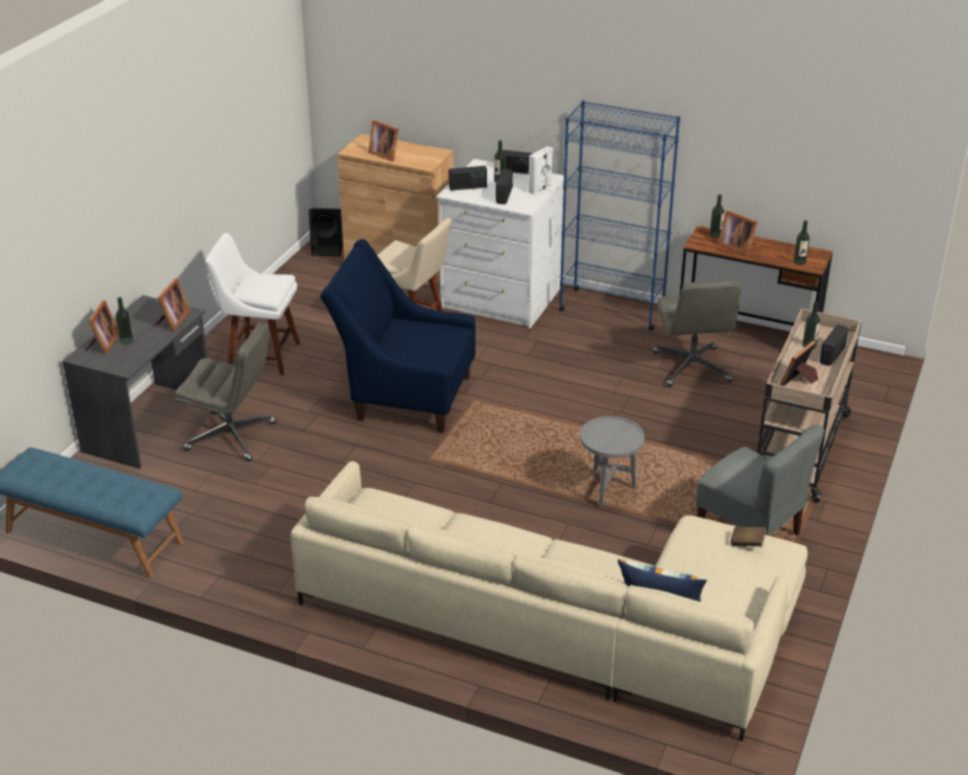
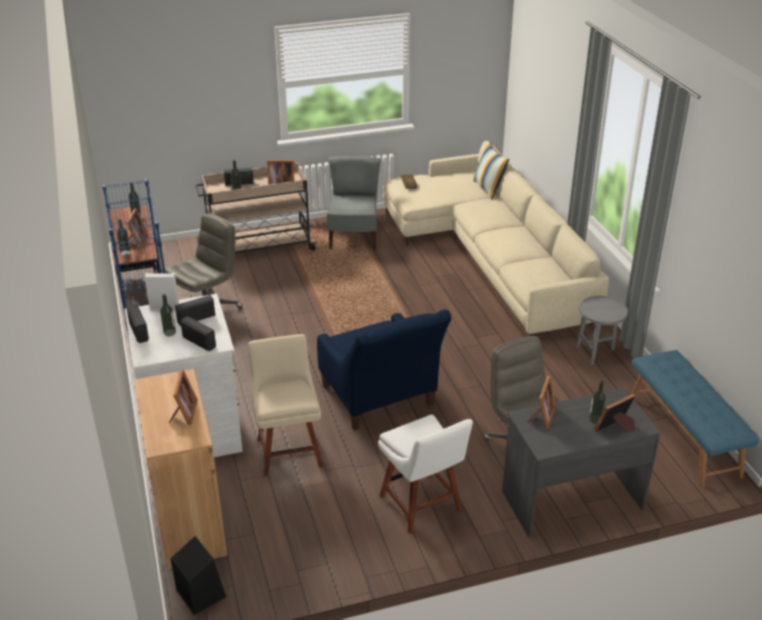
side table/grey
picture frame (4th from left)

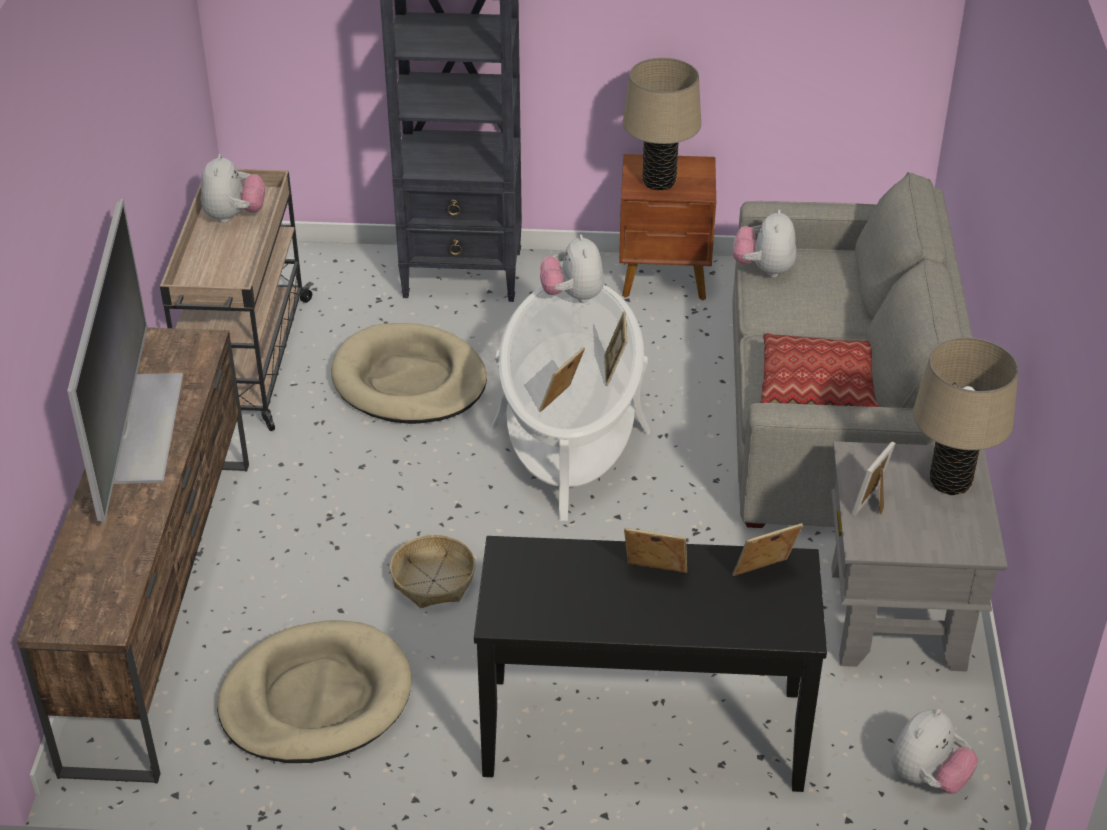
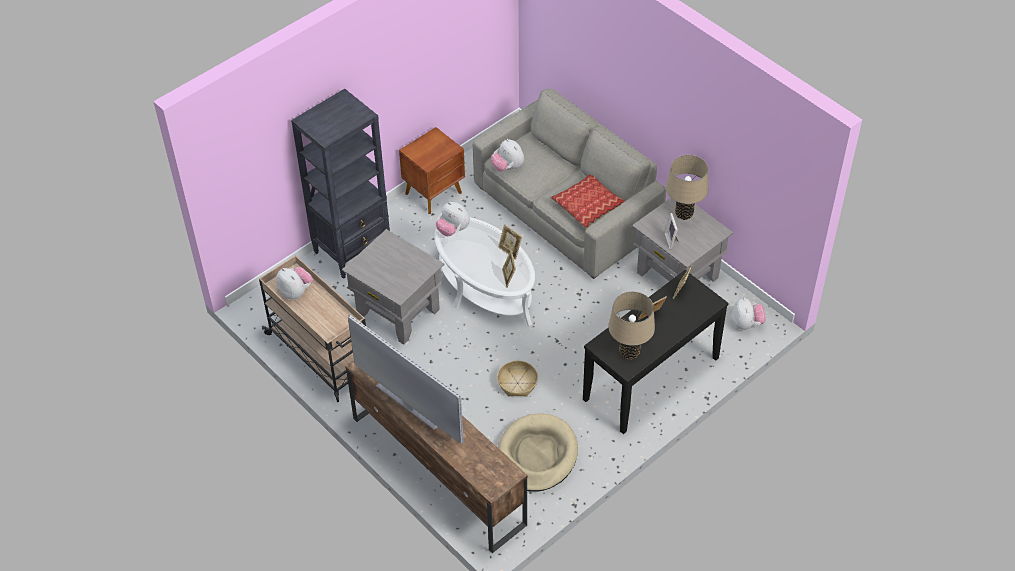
table lamp/beige (1st from left)
side table/grey (1st from left)

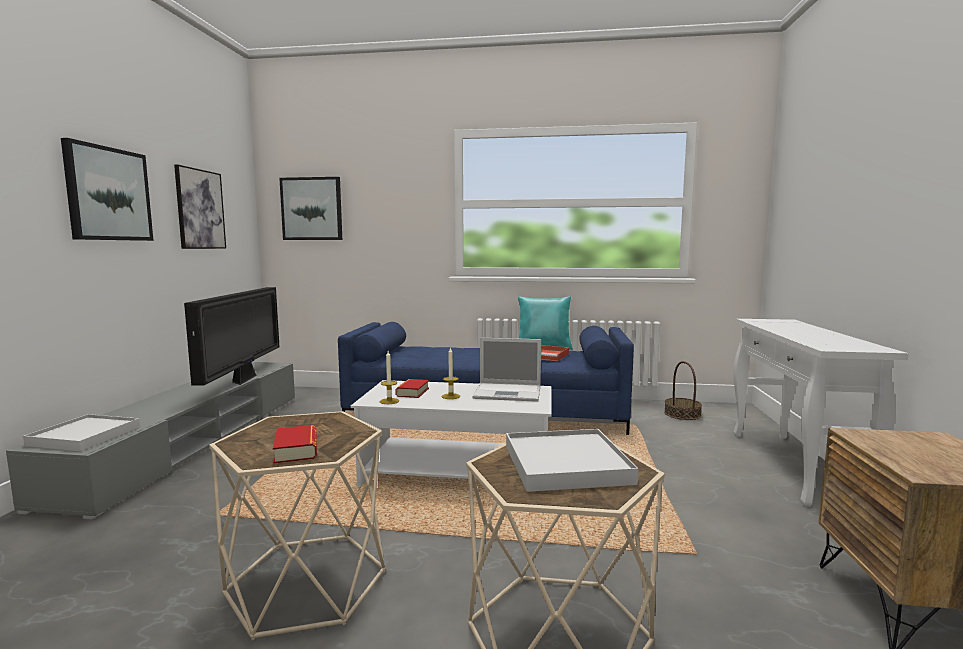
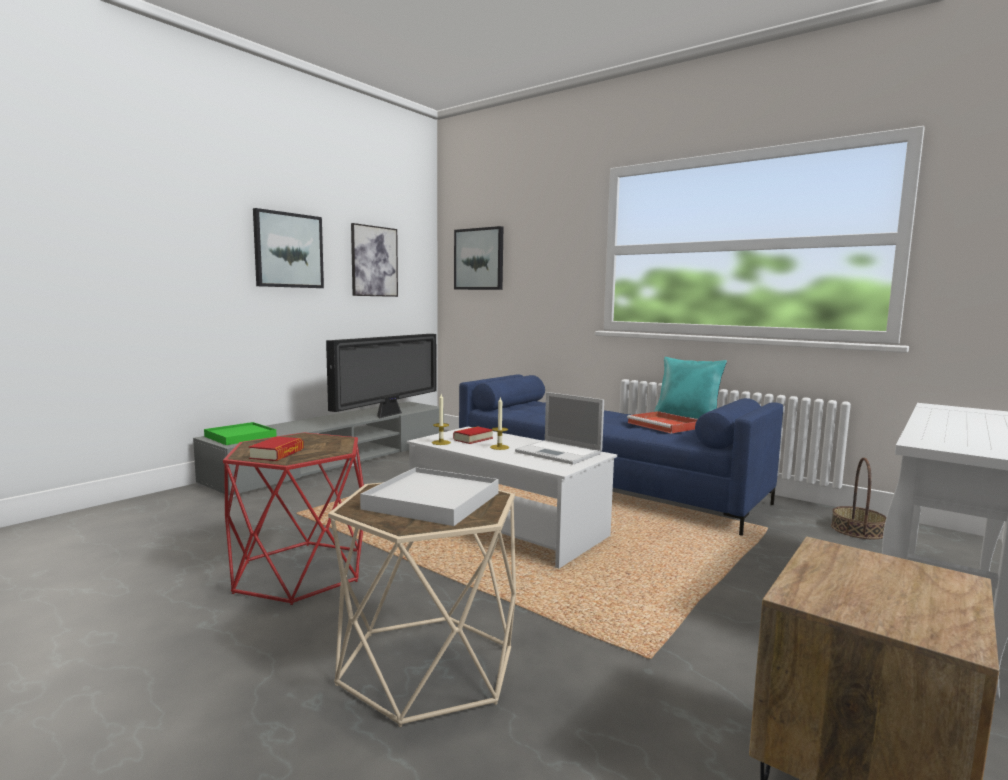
tray/green
side table/red

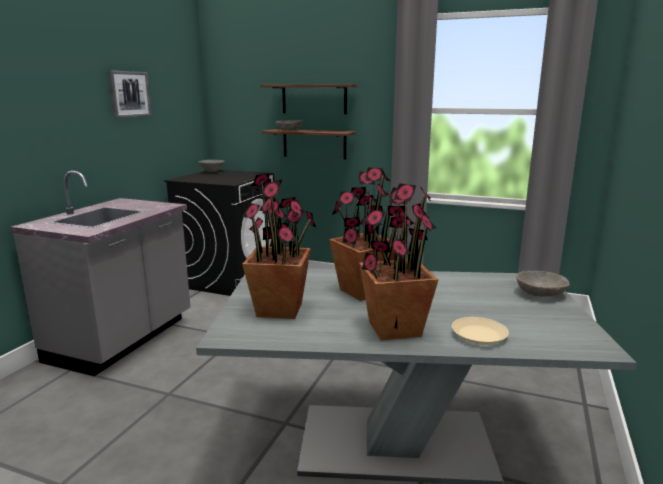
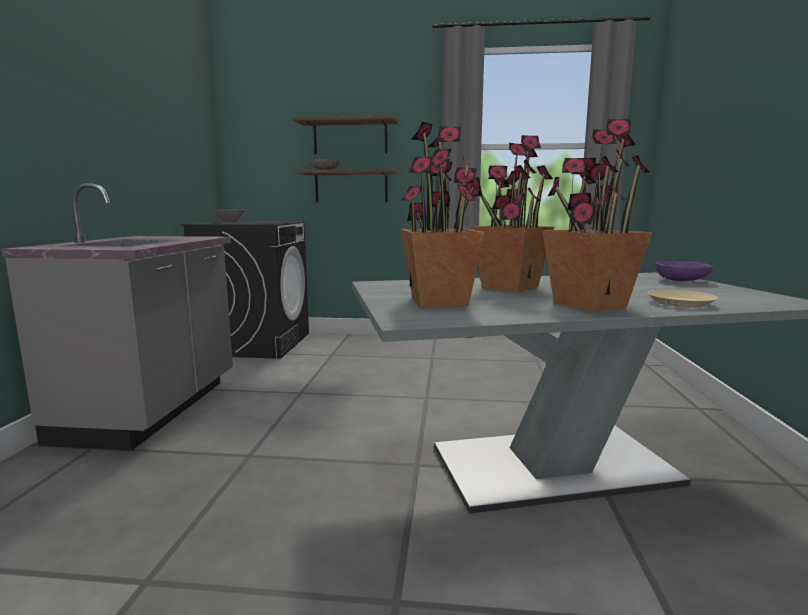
picture
bowl/purple

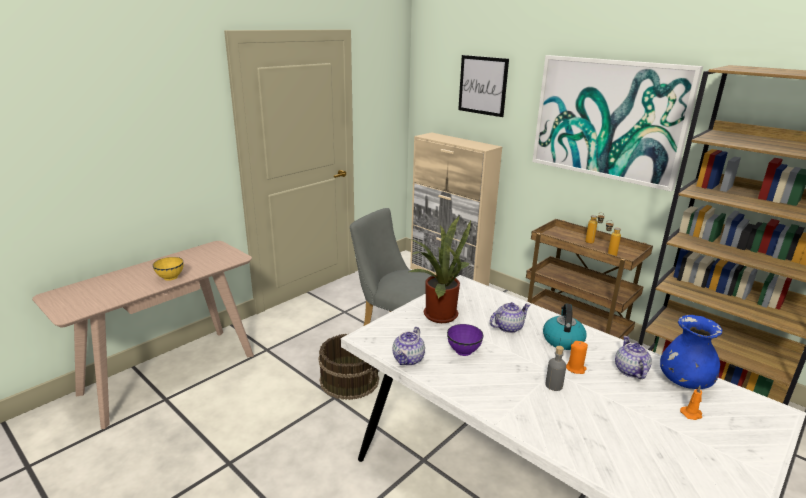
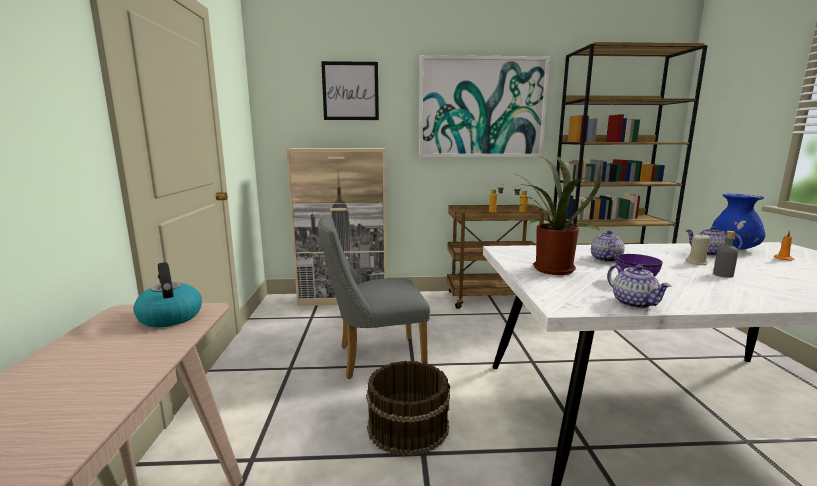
bowl/yellow
kettle
candle/beige

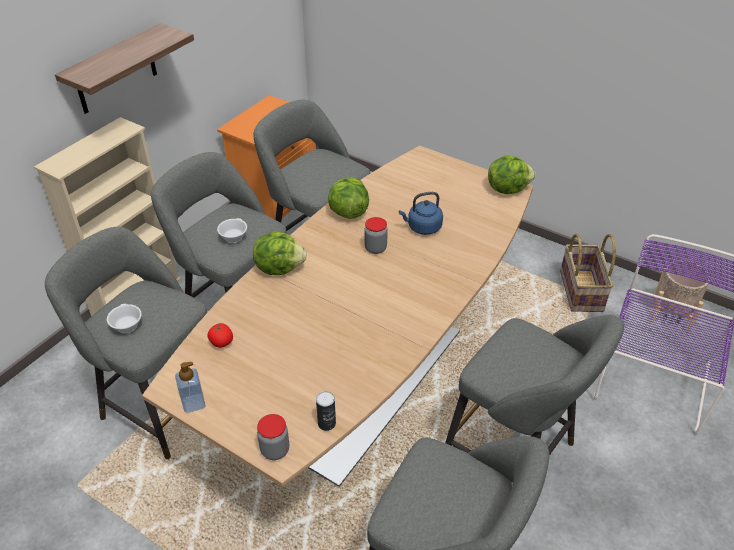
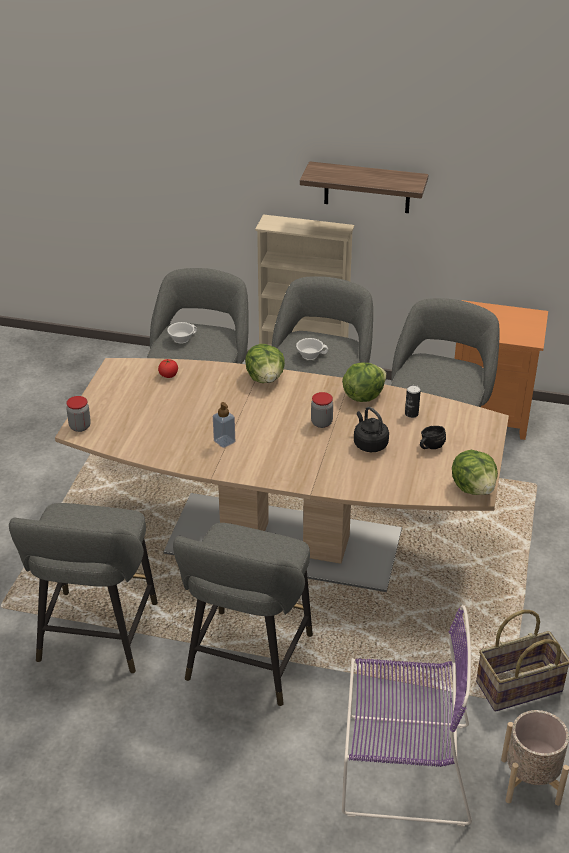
mug/black
soap dispenser
can
kettle/black

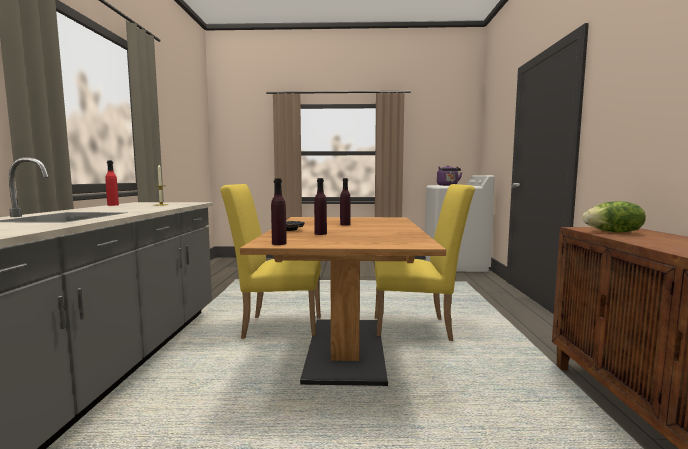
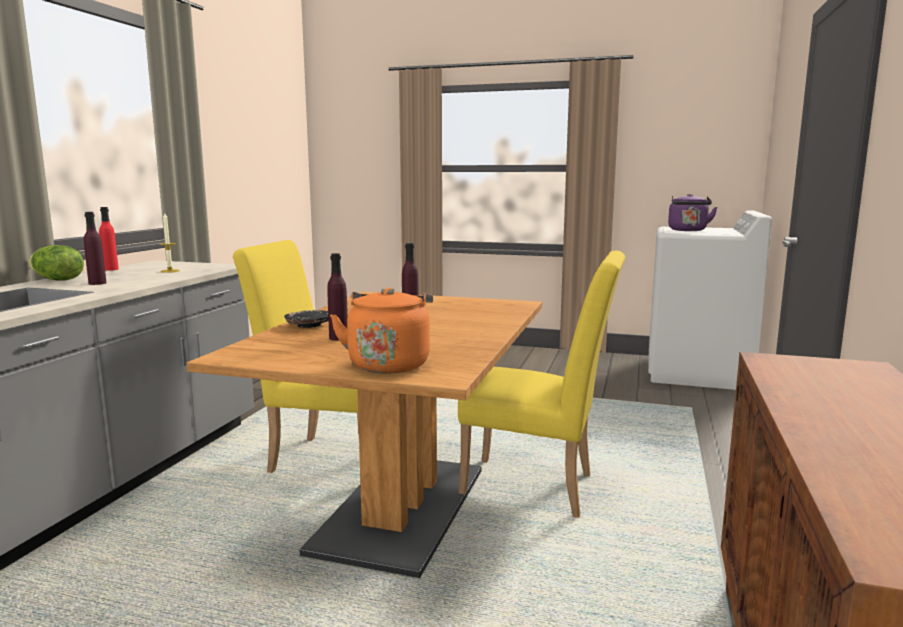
kettle/orange
bottle/purple (1st from left)
lettuce

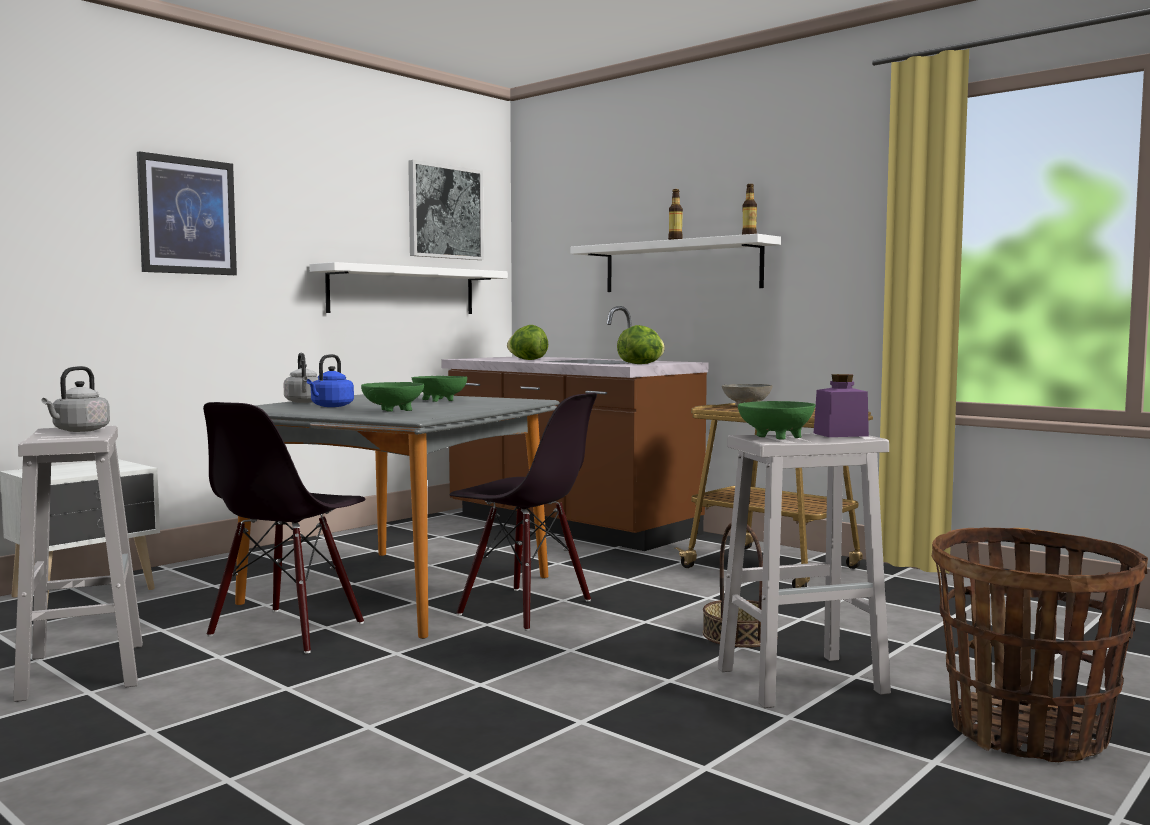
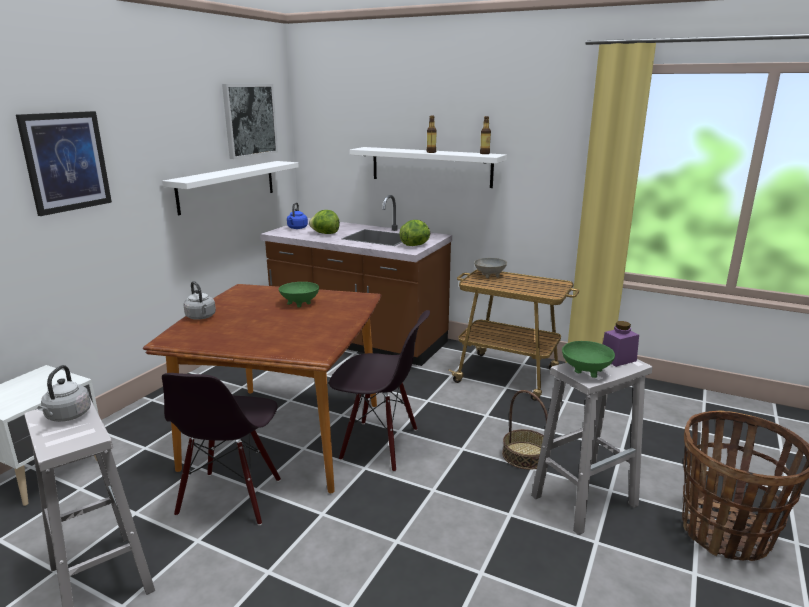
bowl/green (1st from left in the first image)
kettle/blue
dining table/brown

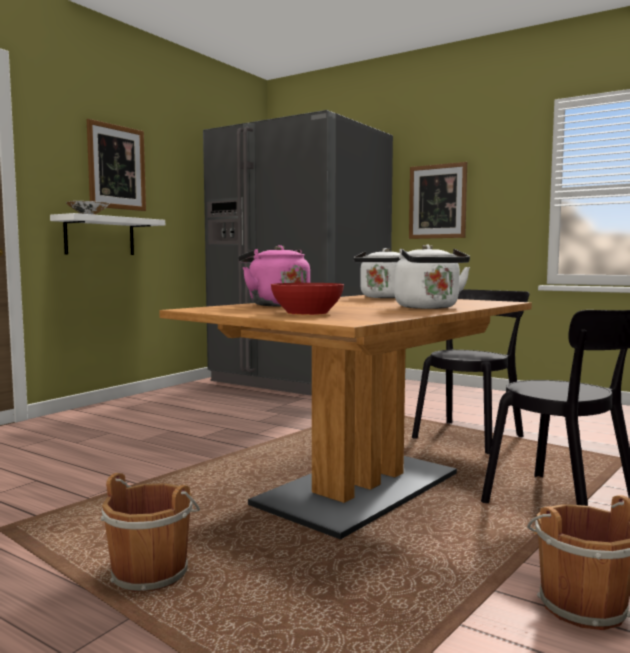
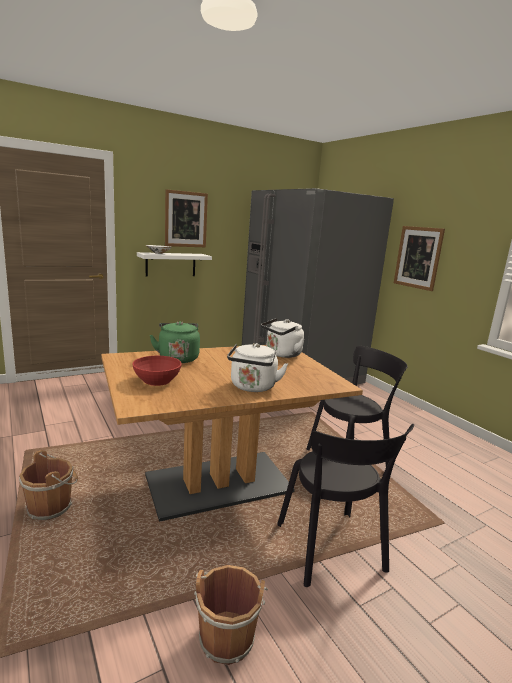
kettle/green

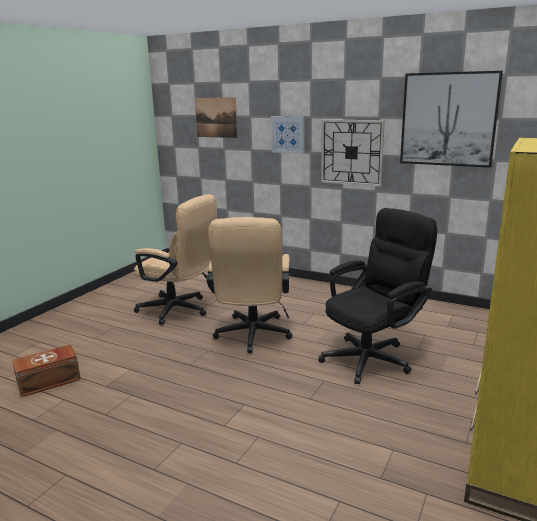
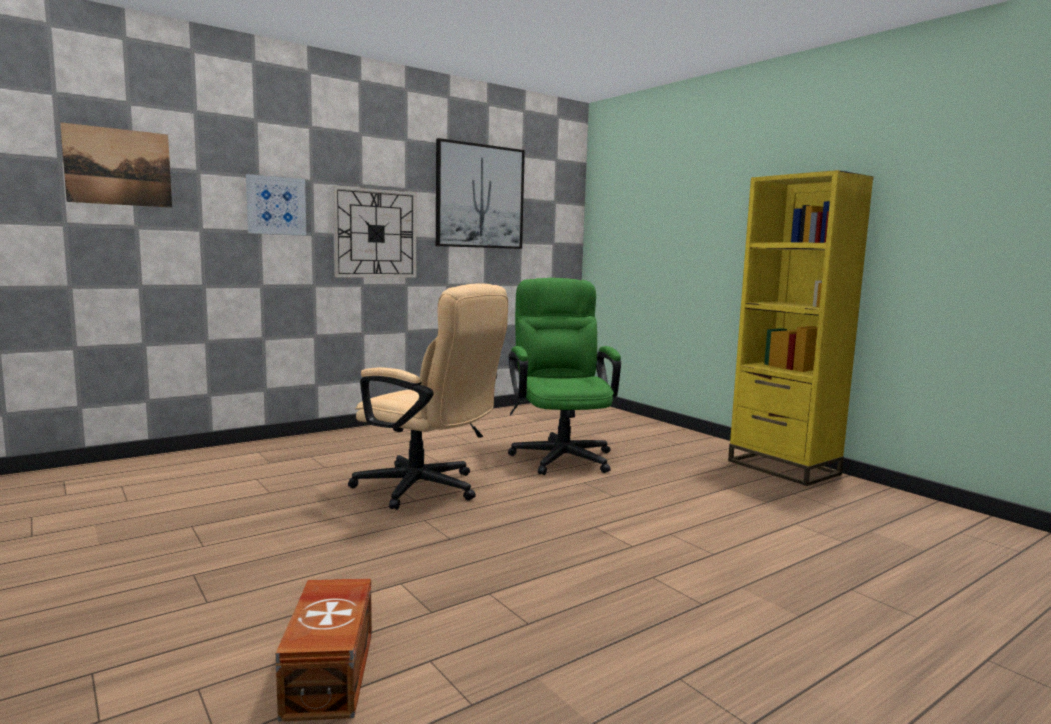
office chair/beige (1st from left in the first image)
office chair/green

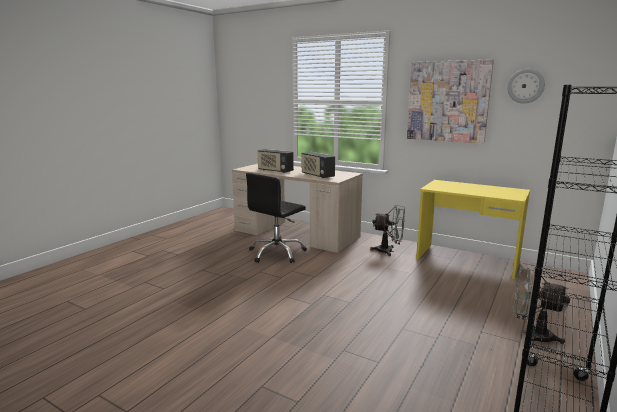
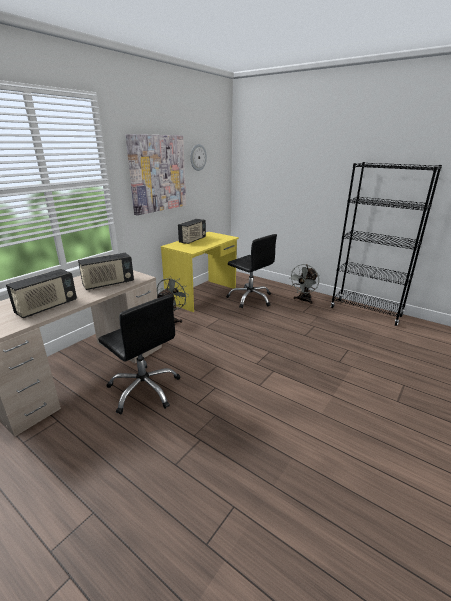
radio (3rd from left)
office chair/black (2nd from left)

